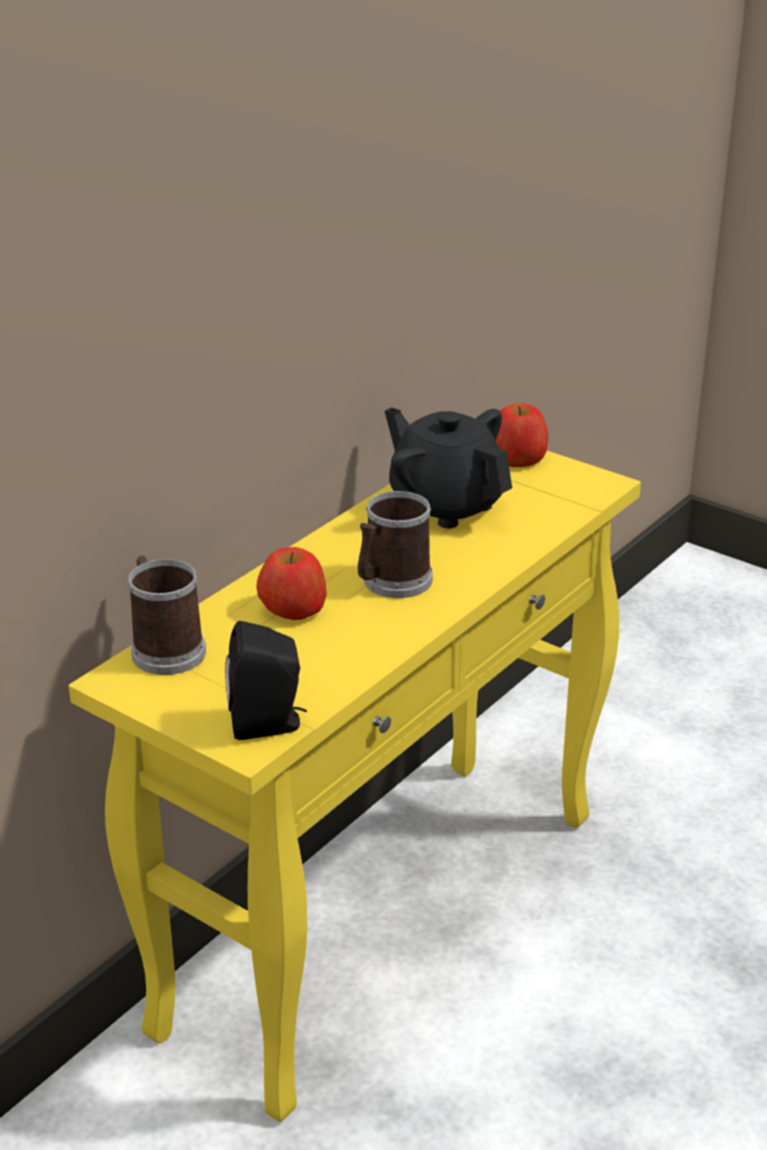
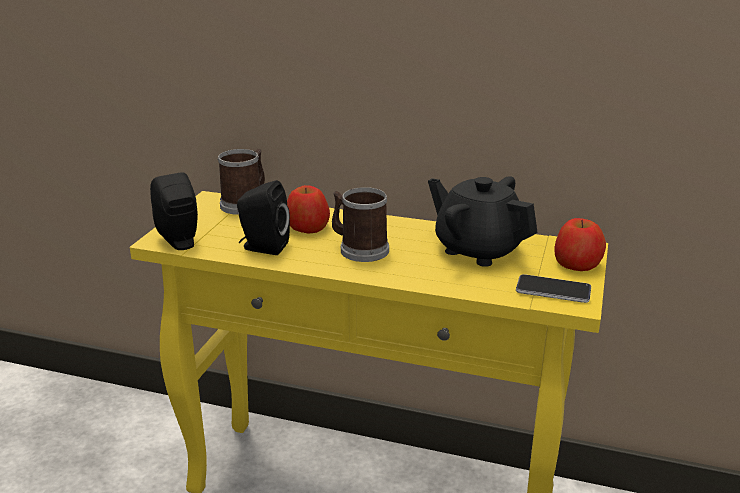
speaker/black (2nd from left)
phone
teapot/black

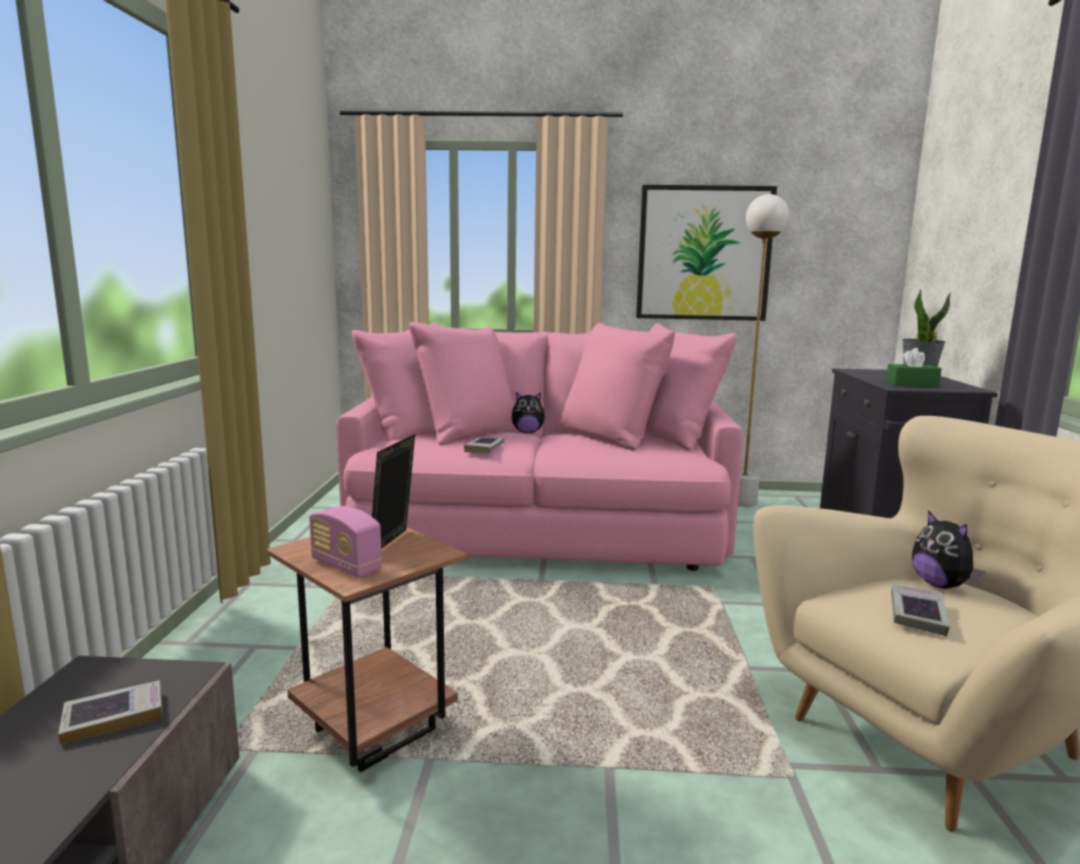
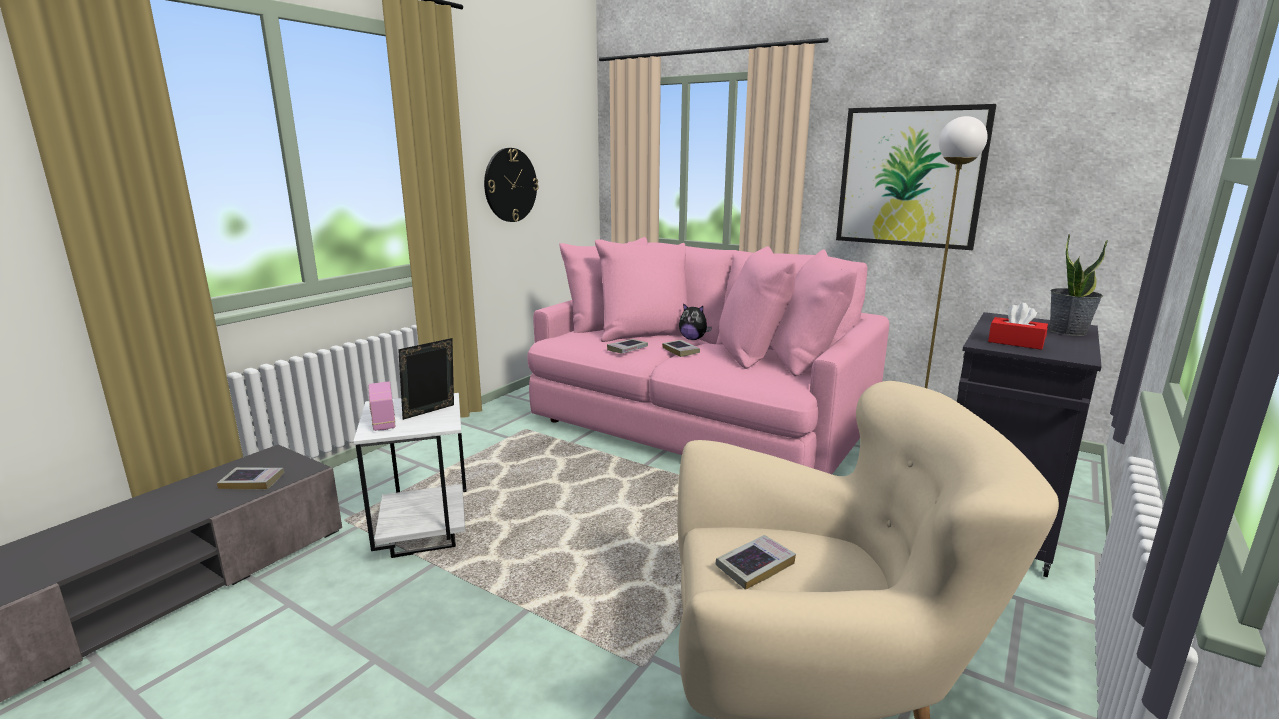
plush toy (2nd from left in the first image)
wall clock
book (3rd from left)
side table/white
tissue box/red

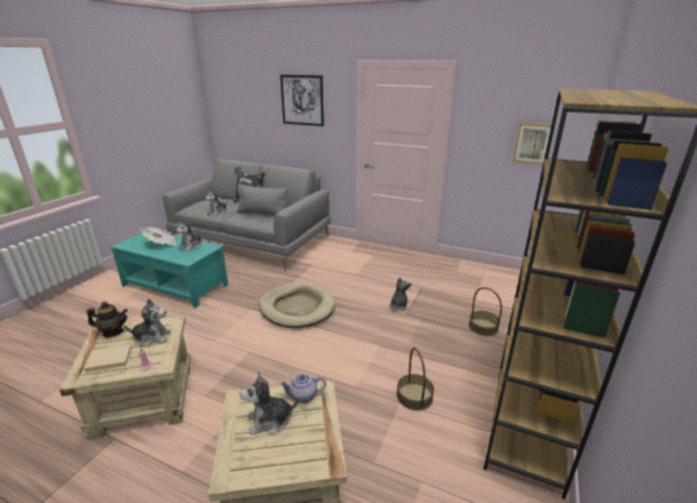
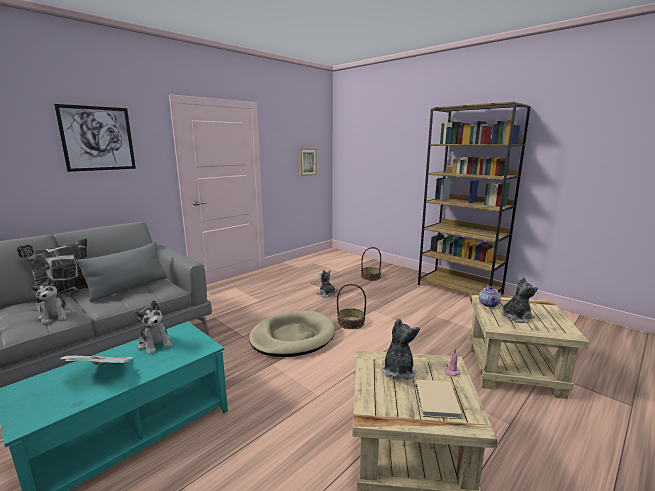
teapot (1st from left in the first image)
basket (1st from left)
plush toy (5th from left)

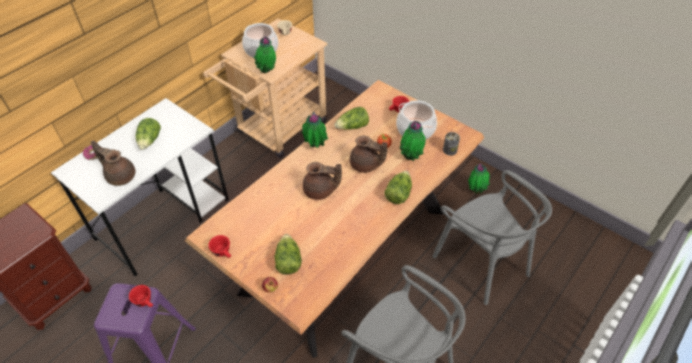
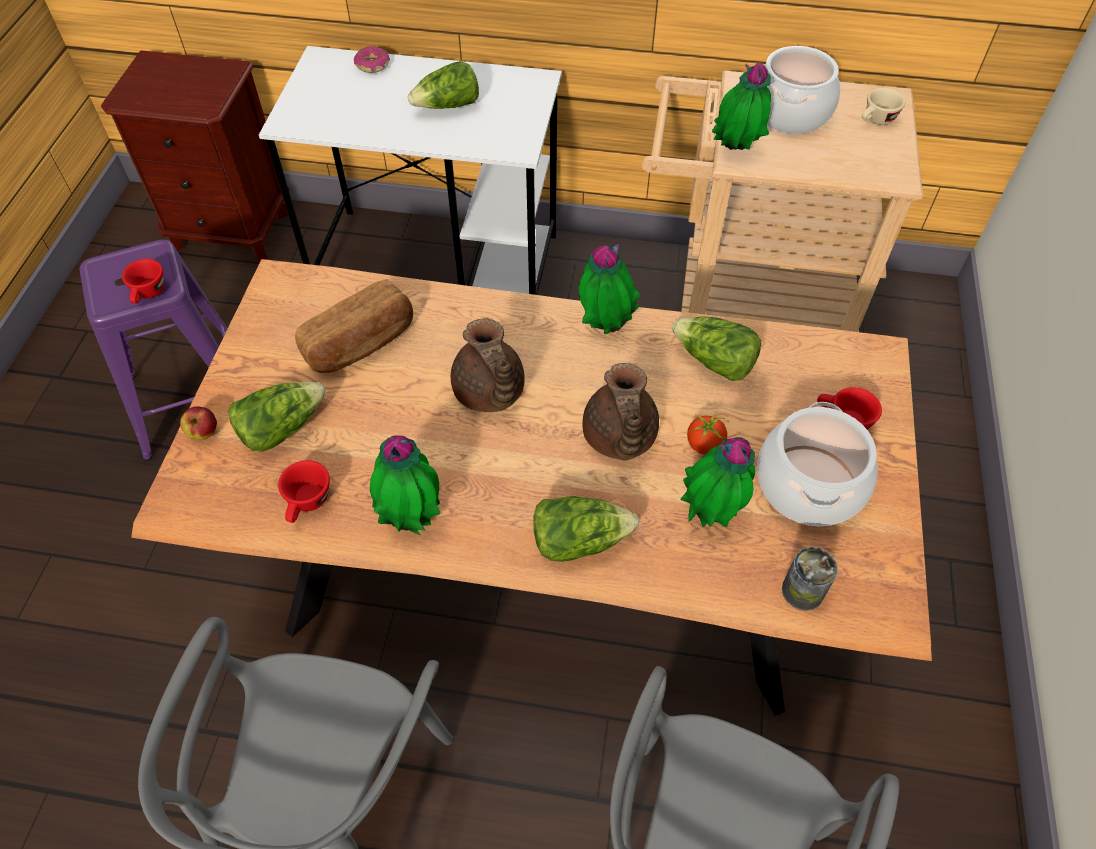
teapot/brown (1st from left in the first image)
bread
cup/red (2nd from left)
potted plant (1st from left)

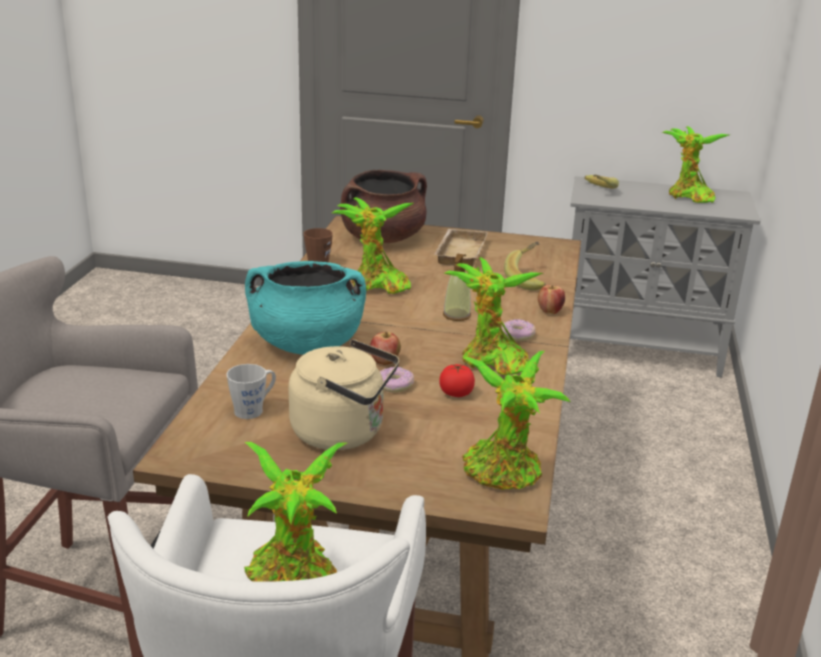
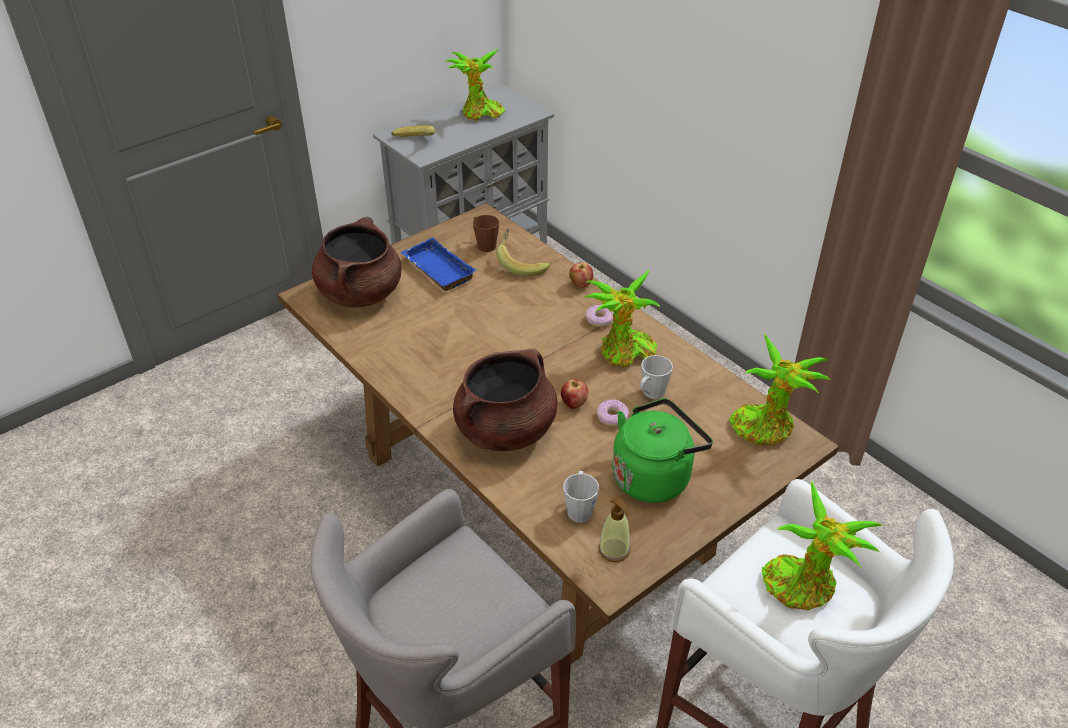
potted plant (2nd from left in the first image)
mug/brown
soap dispenser
mug/grey (2nd from left)
cooking pot/brown (2nd from left)
kettle/green
tray/blue

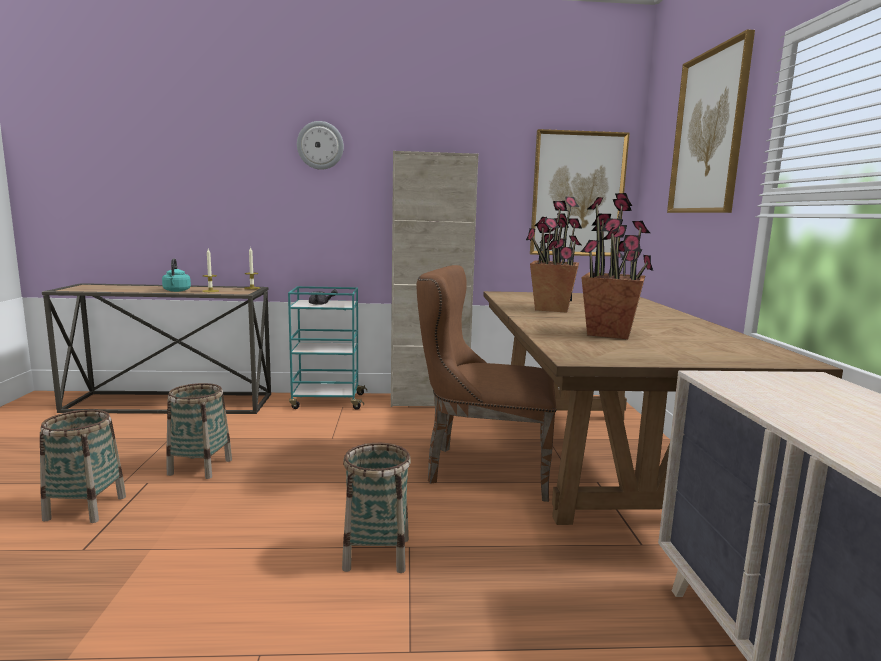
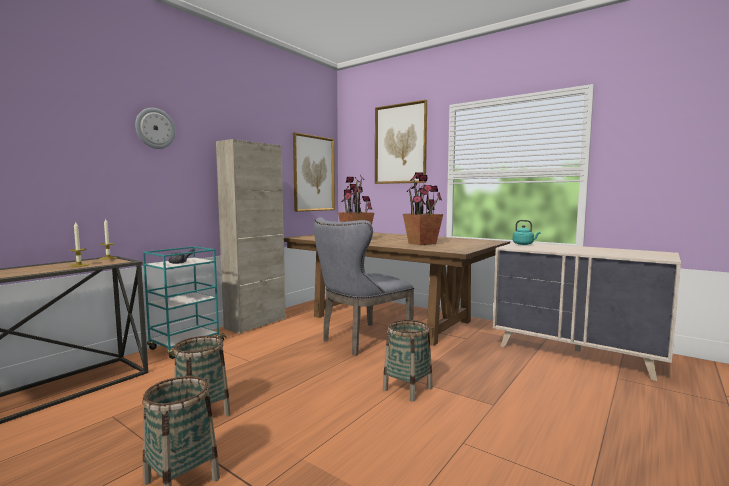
kettle/turquoise
chair/grey

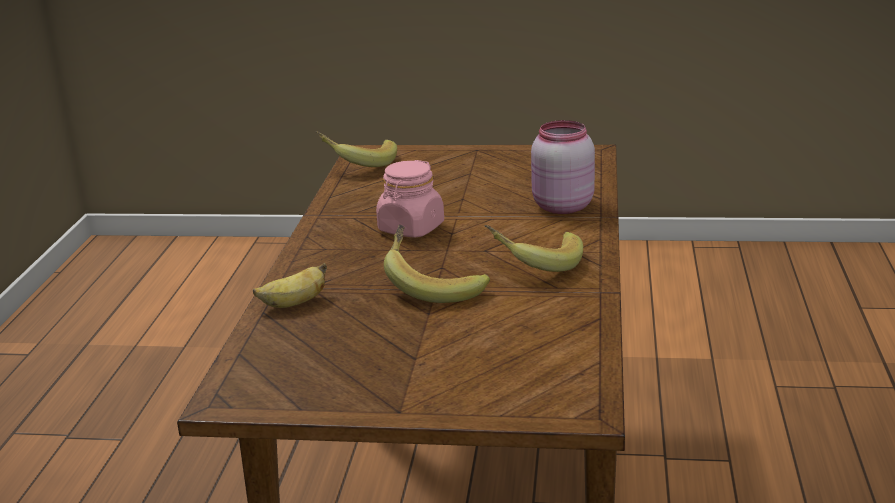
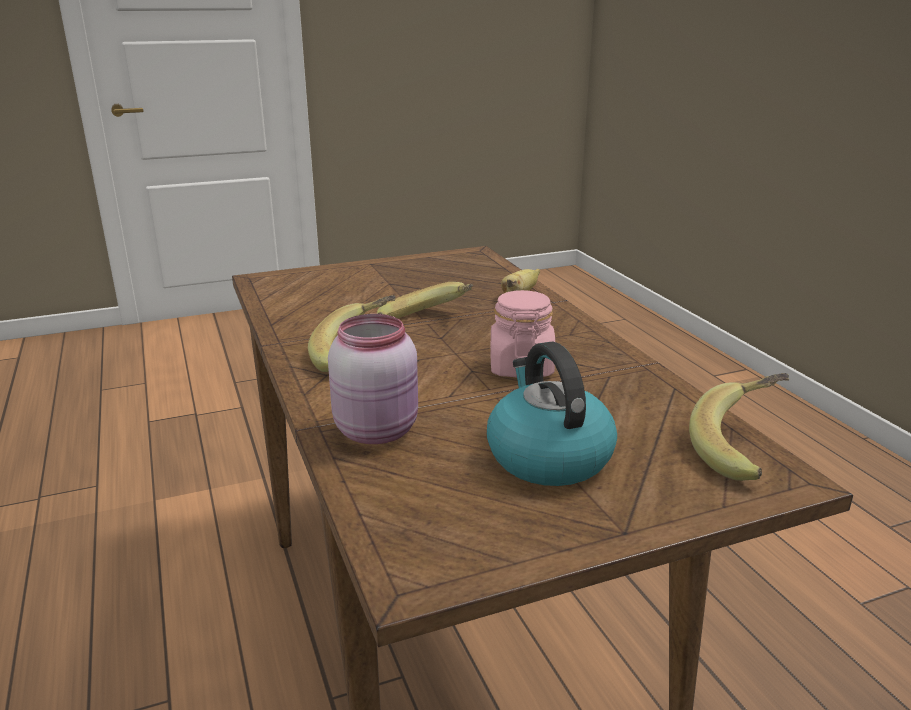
kettle

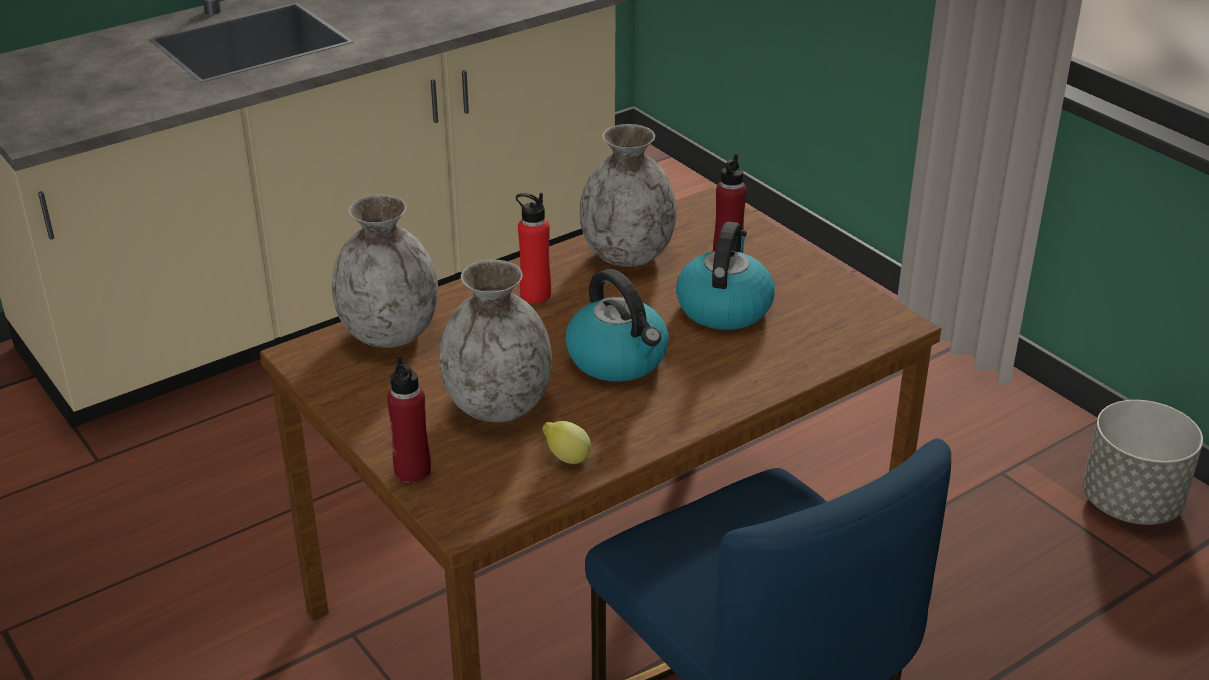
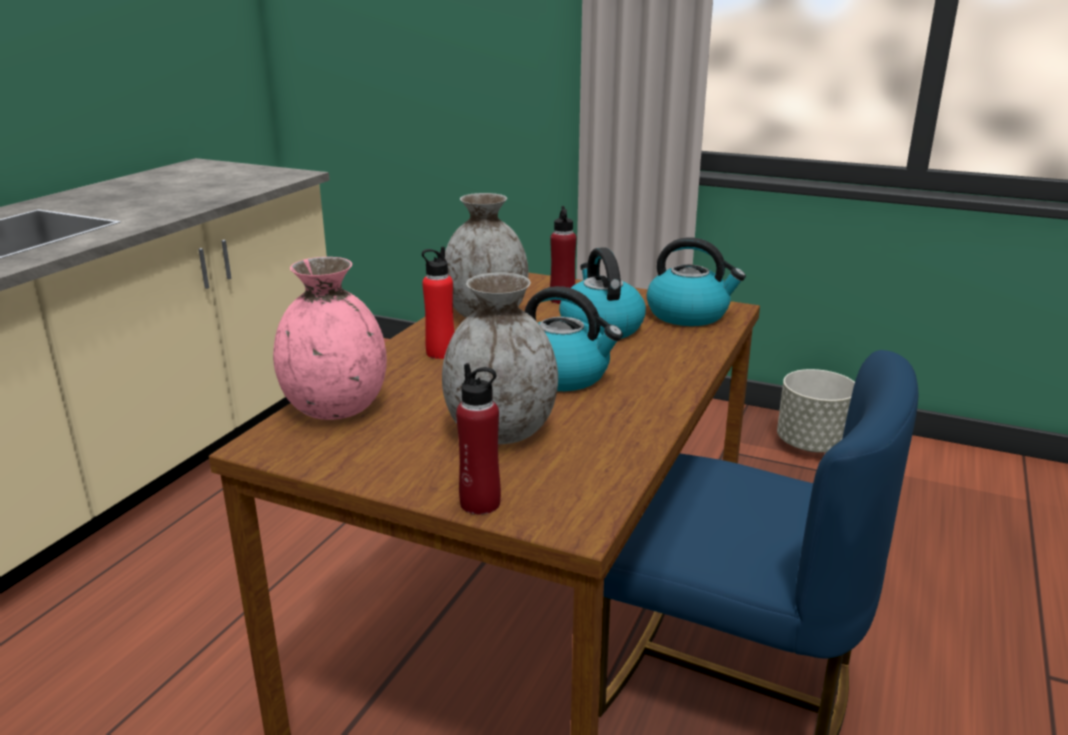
lemon
kettle (3rd from left)
vase/pink

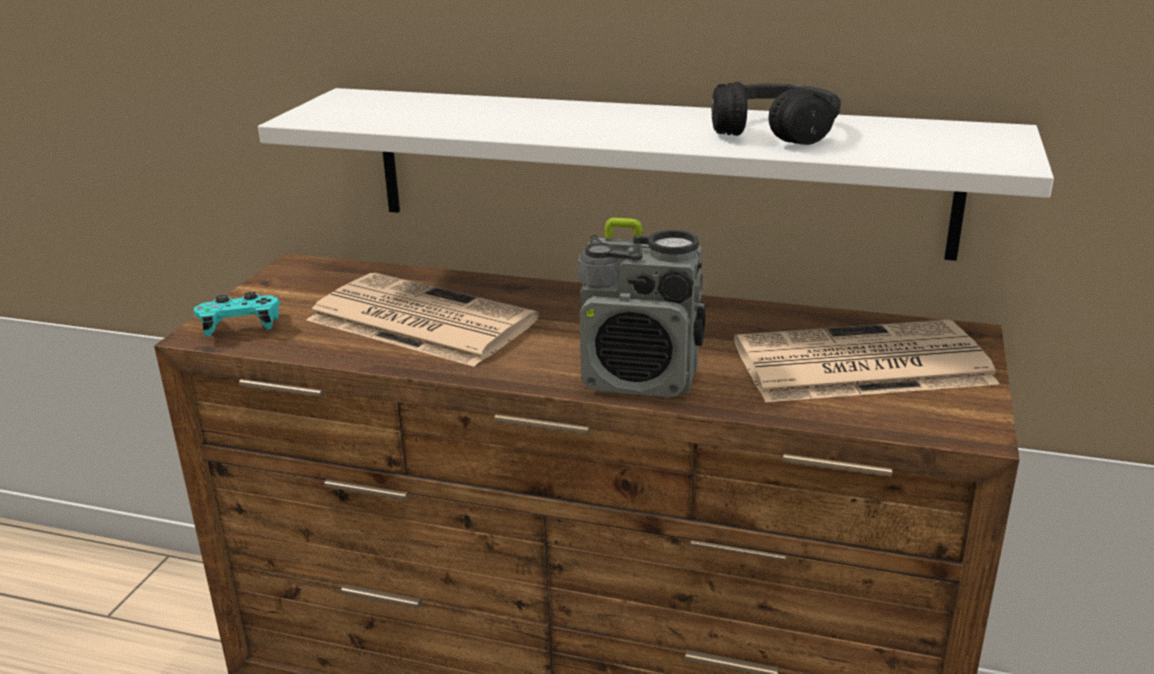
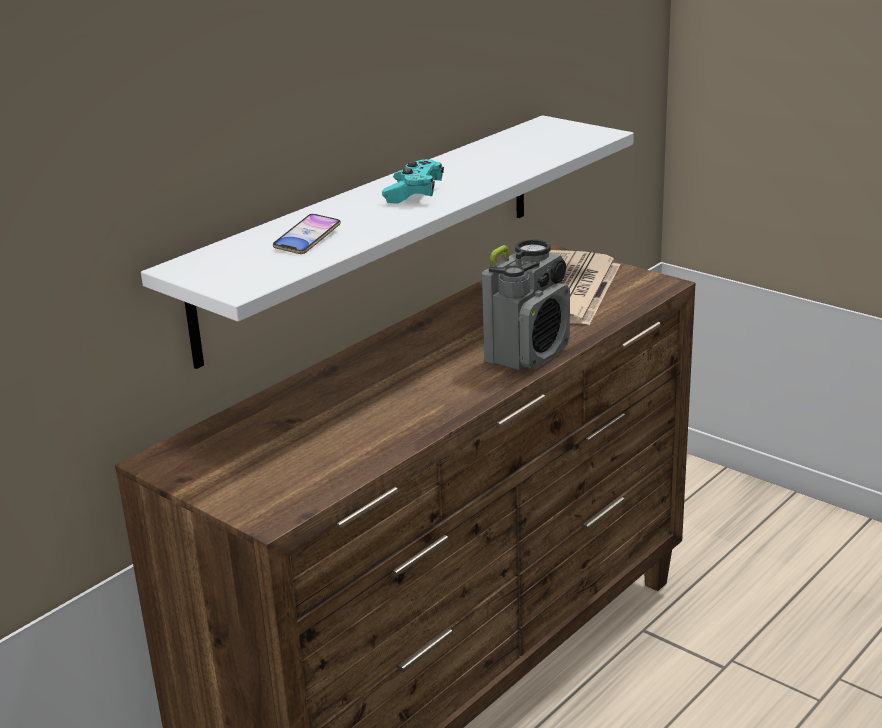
newspaper (1st from left in the first image)
headphones/black
phone
game controller/turquoise

